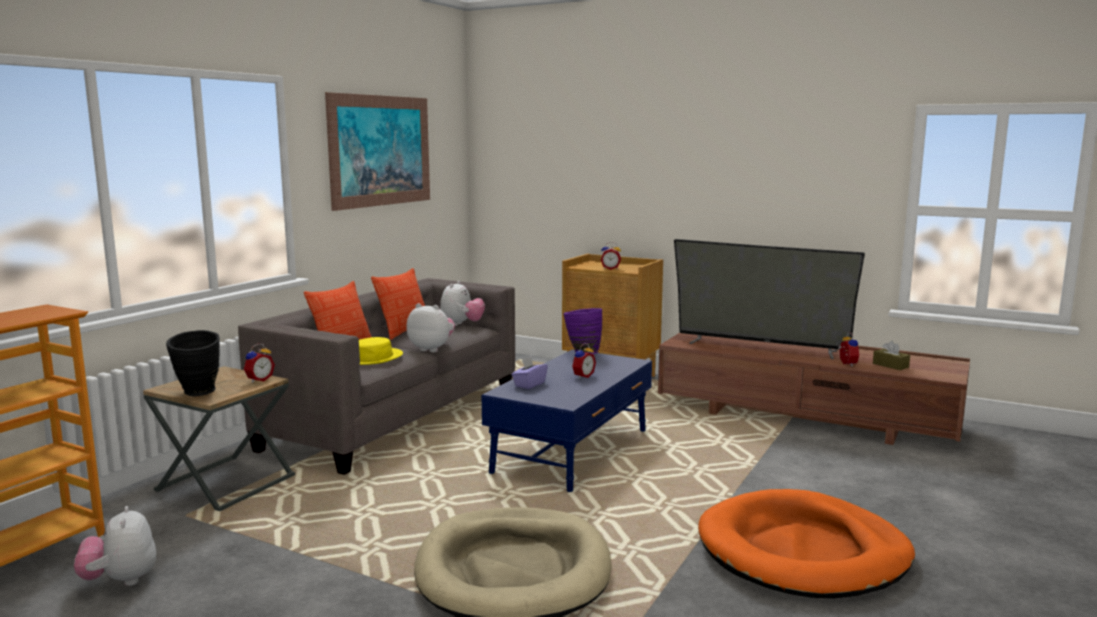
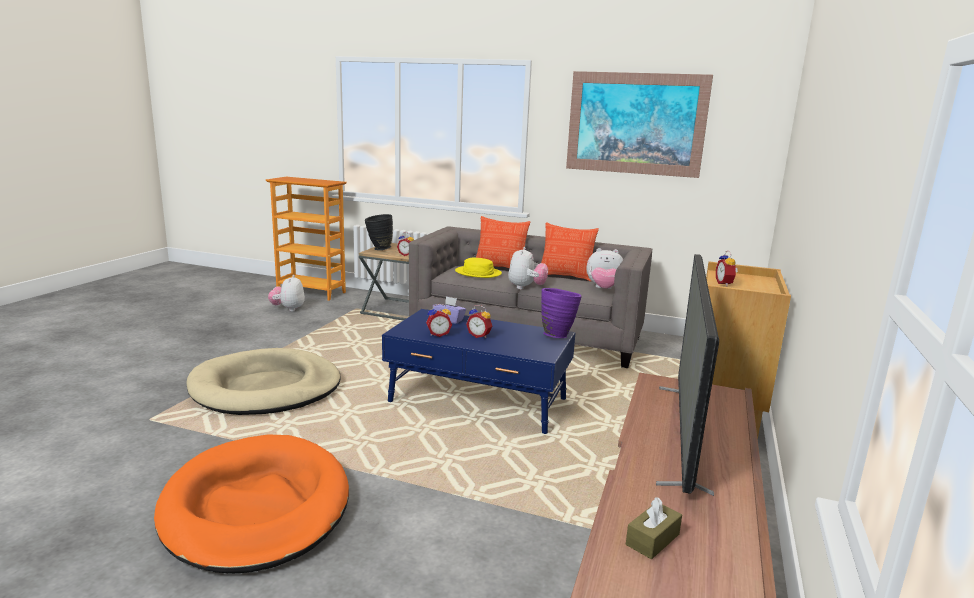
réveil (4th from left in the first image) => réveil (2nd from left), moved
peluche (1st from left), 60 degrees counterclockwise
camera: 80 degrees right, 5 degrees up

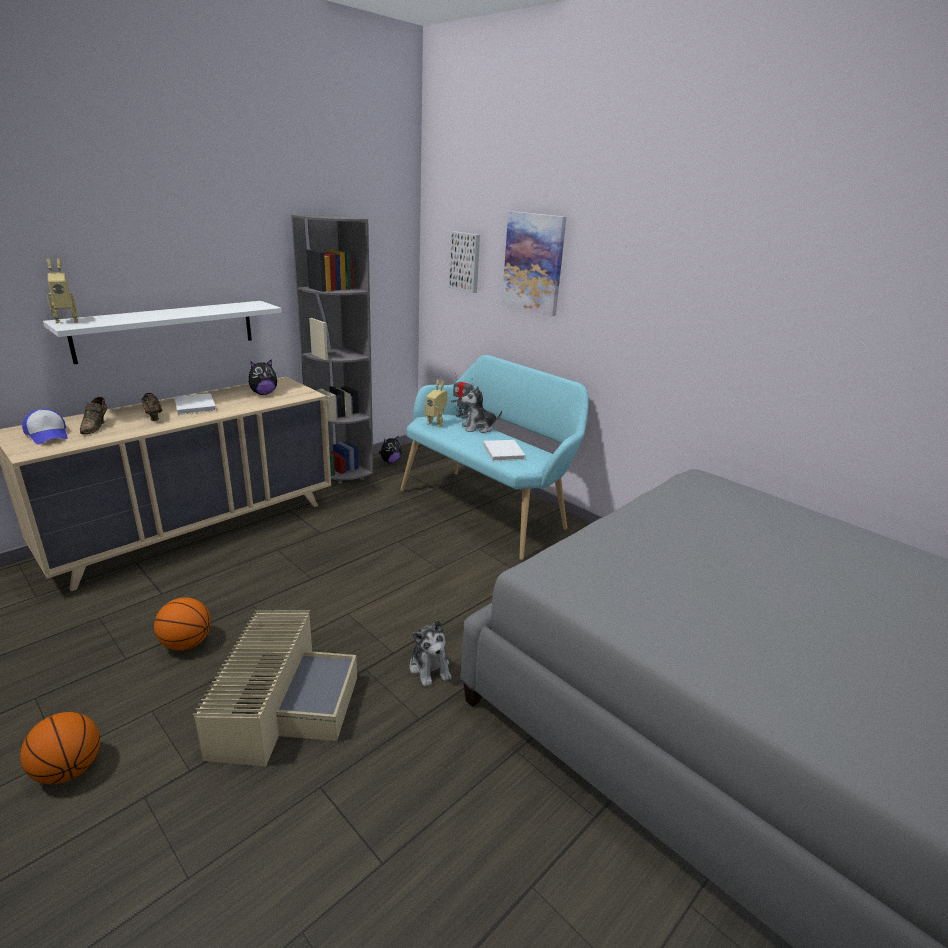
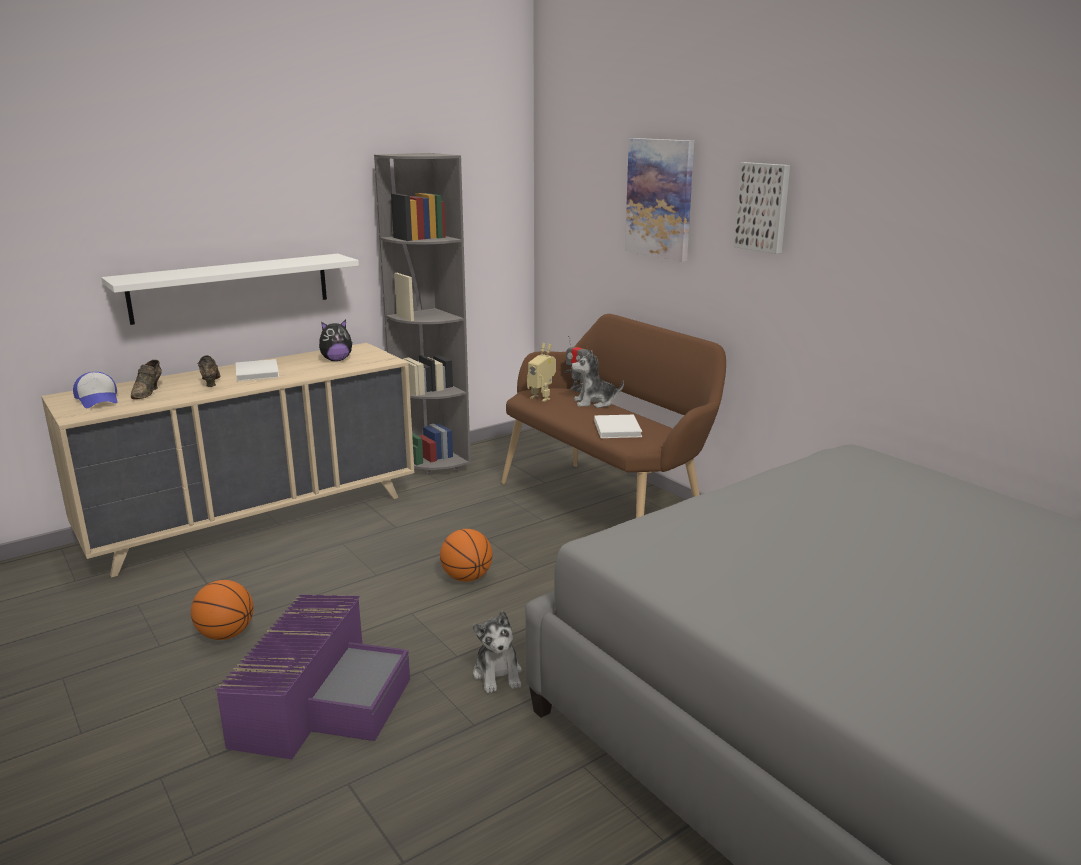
robot jouet (1st from left) => nothing
peluche (2nd from left) => nothing
ballon de basket (1st from left in the first image) => ballon de basket (2nd from left), moved
tableau (1st from left in the first image) => tableau (2nd from left), moved
boîte de rangement/beige => boîte de rangement/violet
banc/turquoise => banc/marron
camera: 10 degrees right, 5 degrees down

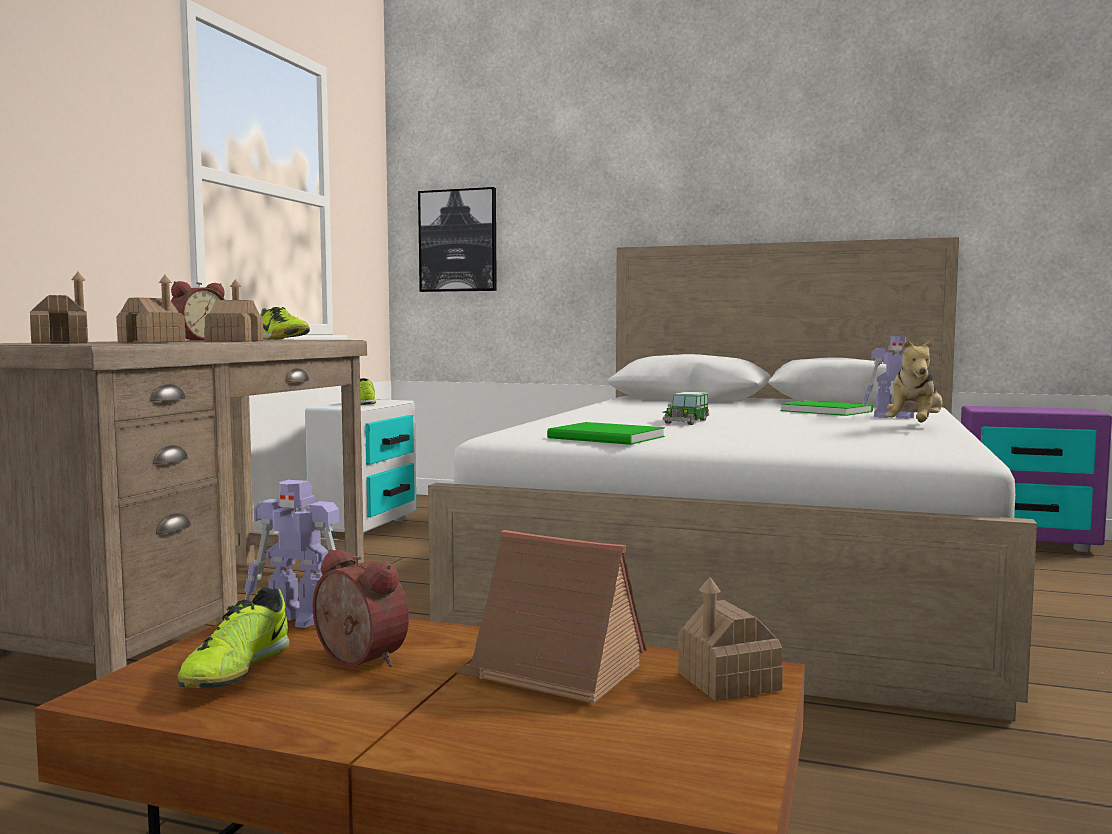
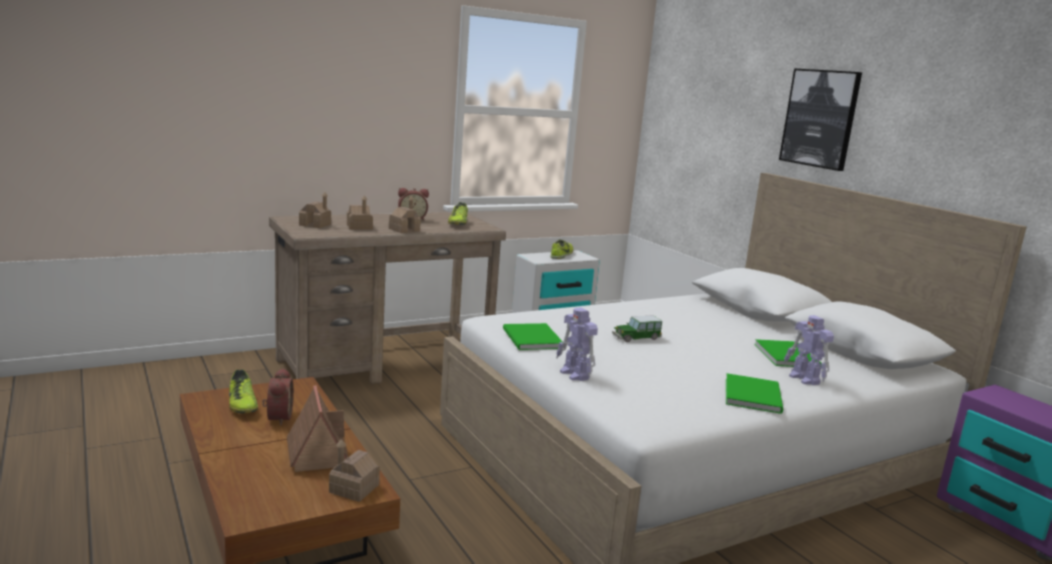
robot jouet (1st from left), moved
tableau, moved
peluche => livre/vert (2nd from left)
chaussure (1st from left), 75 degrees counterclockwise
camera: 40 degrees right, 10 degrees up

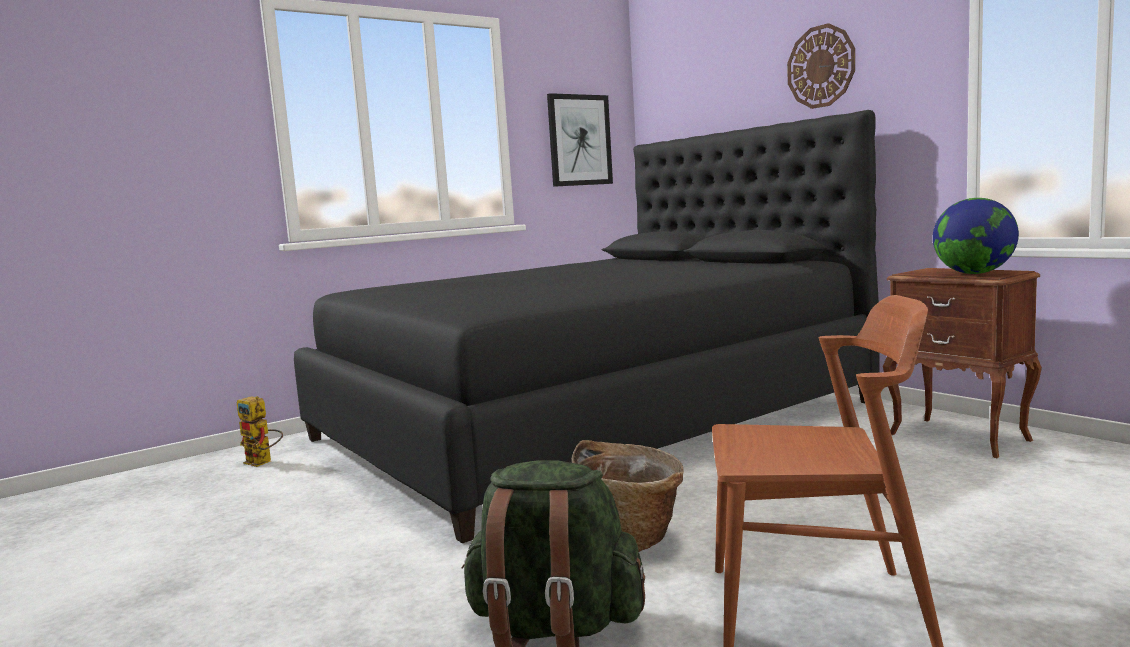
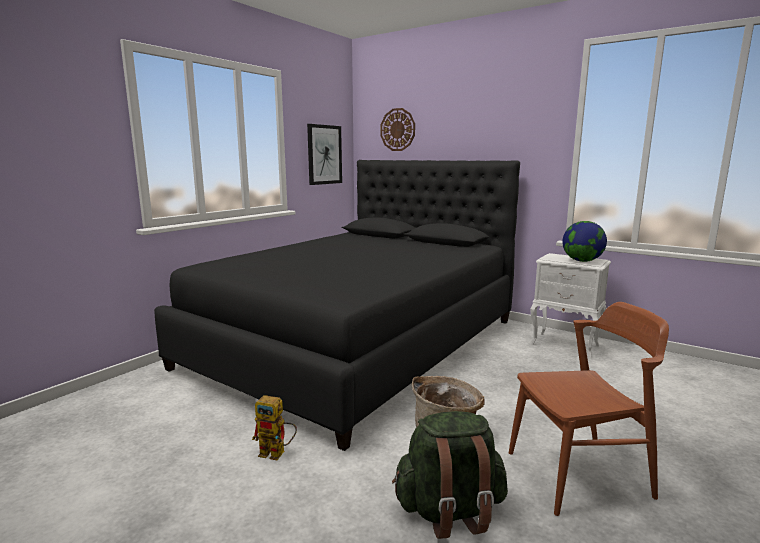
robot jouet, moved
horloge murale, moved
table de chevet/marron => table de chevet/blanc
camera: 20 degrees left, 5 degrees up

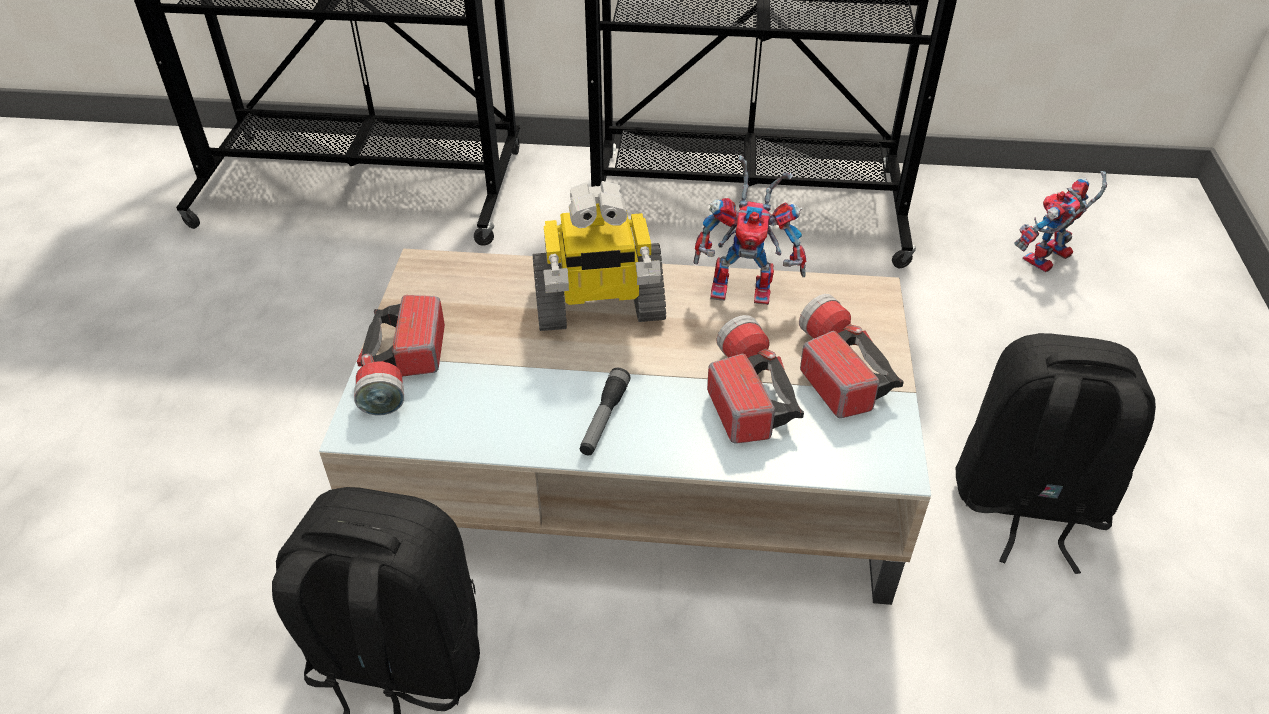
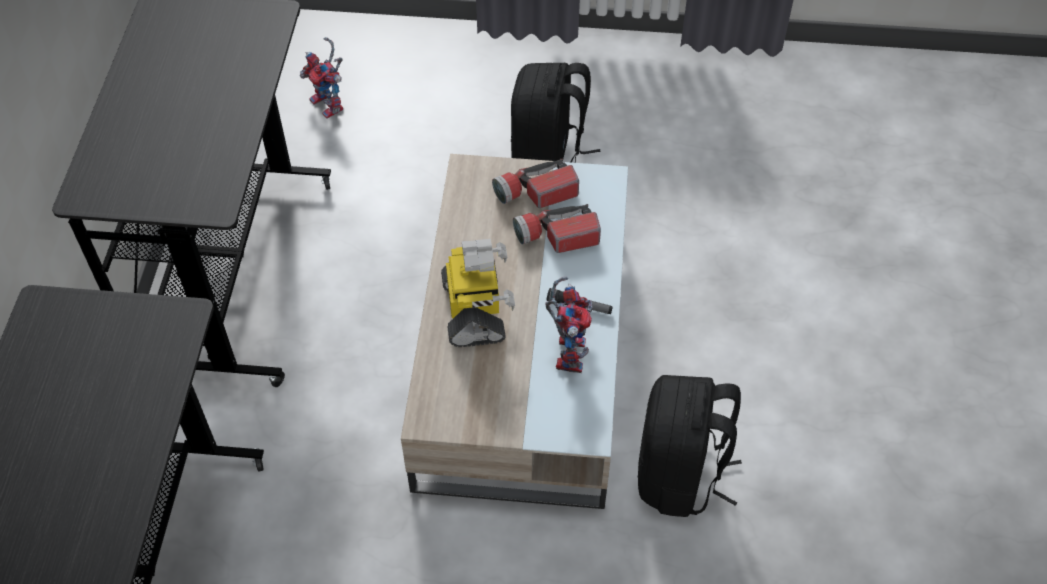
lampe de poche (1st from left) => nothing
robot jouet (2nd from left in the first image) => robot jouet (3rd from left), moved
camera: 90 degrees left, 10 degrees up

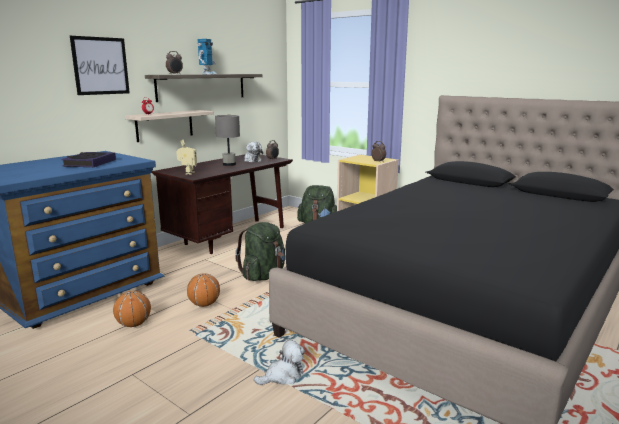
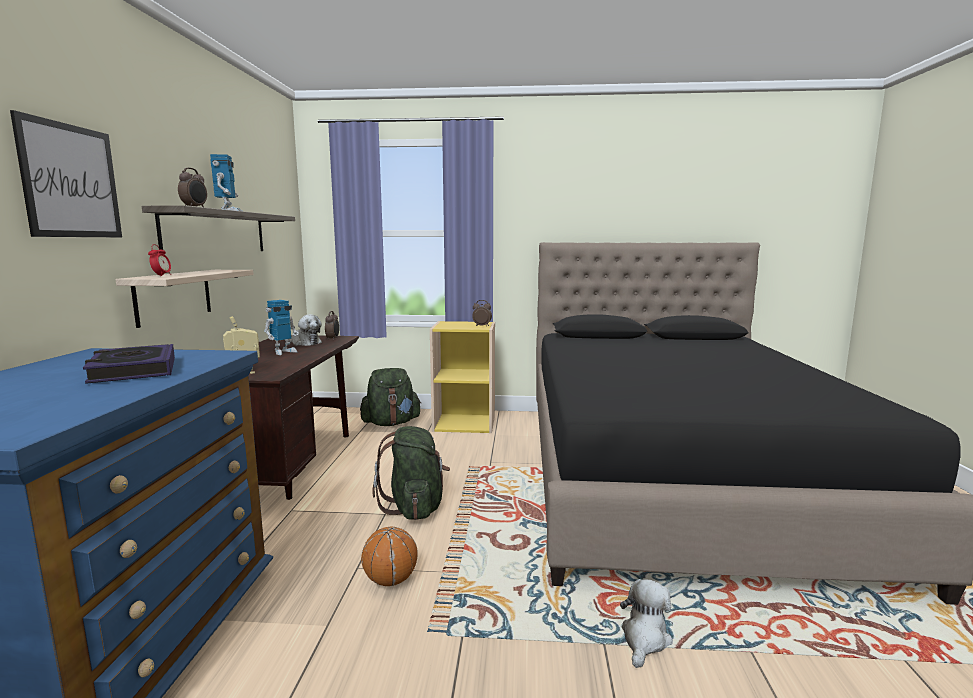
ballon de basket (1st from left) => nothing
lampe de table/gris => robot jouet (3rd from left)
camera: 35 degrees left, 5 degrees down

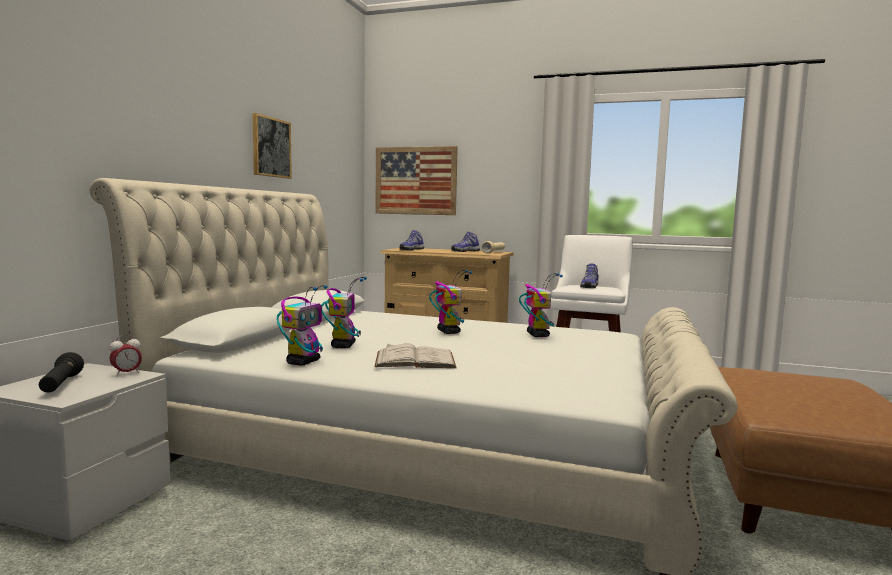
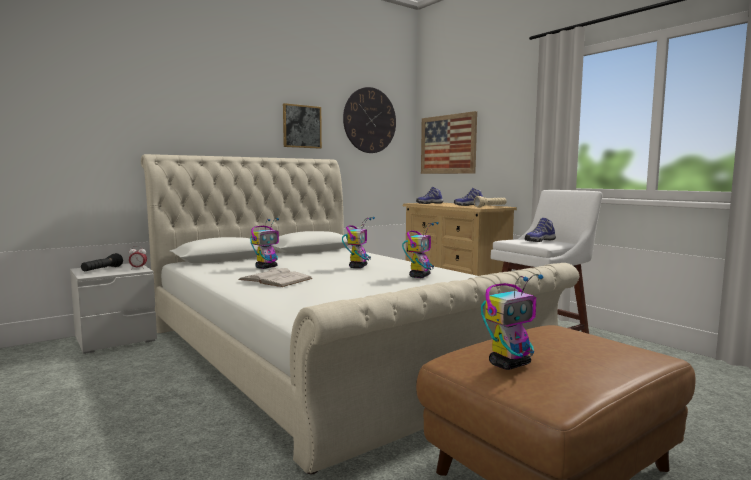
nothing => horloge murale
robot jouet (1st from left in the first image) => robot jouet (4th from left), moved
camera: 35 degrees right, 0 degrees up

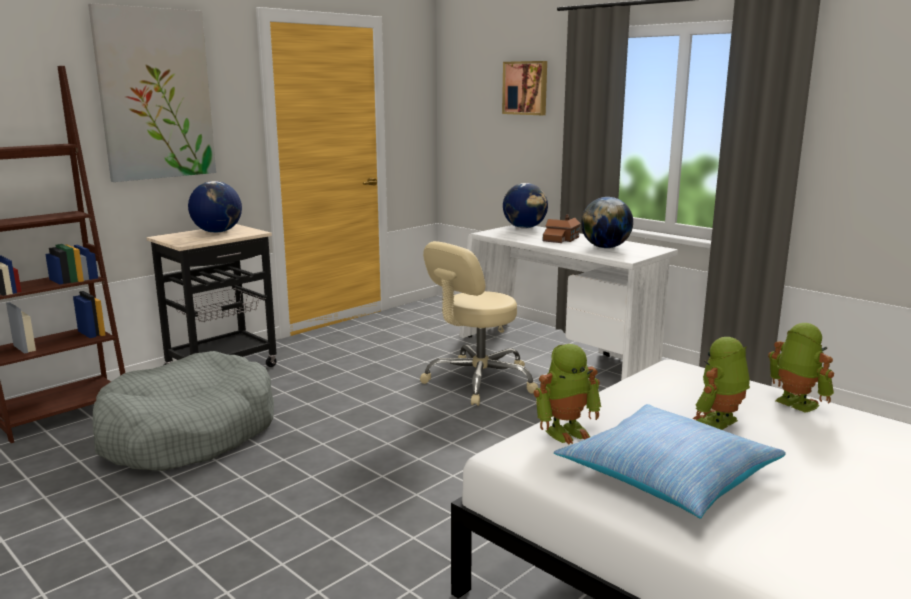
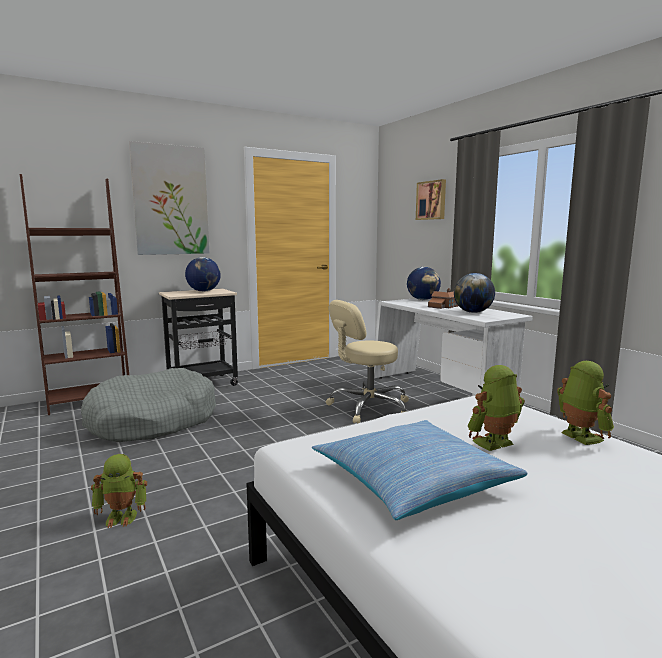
robot jouet (1st from left), moved
camera: 15 degrees right, 5 degrees down

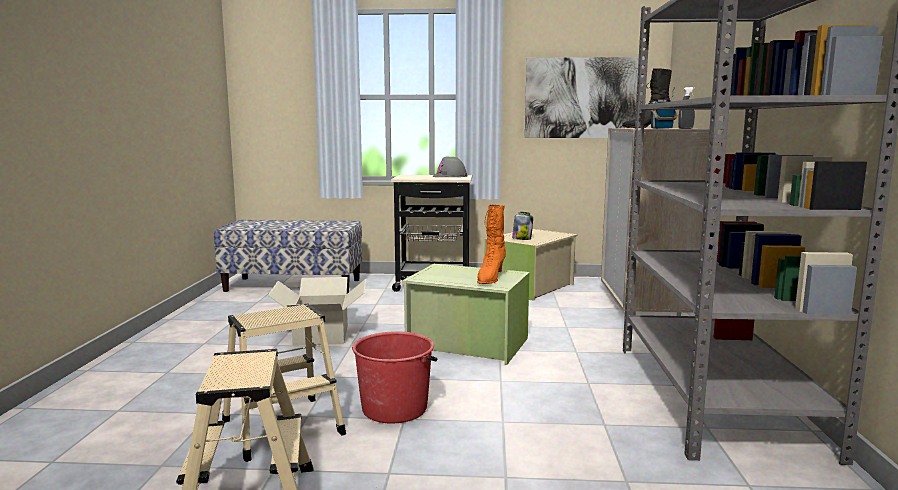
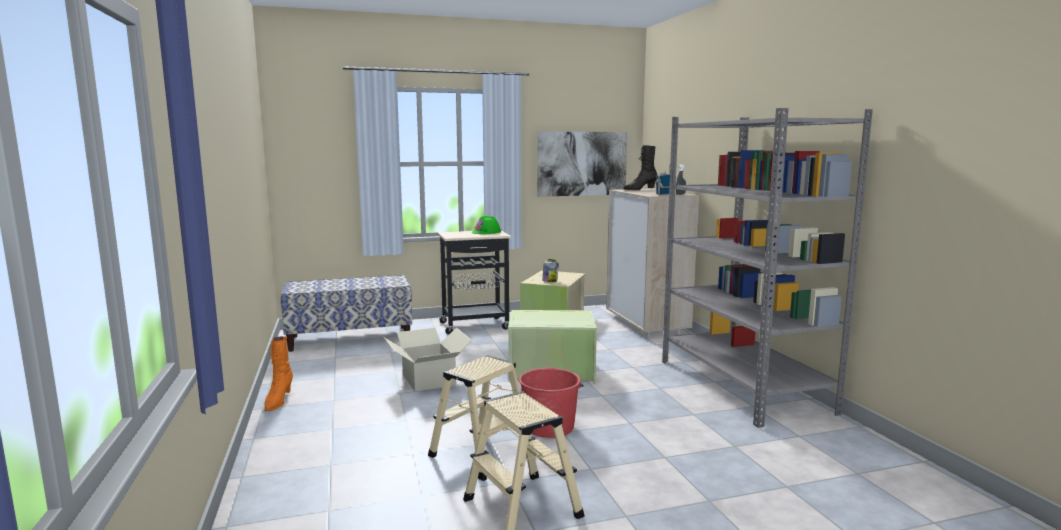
botte/orange, moved
casque de chantier/gris => casque de chantier/vert
camera: 20 degrees left, 0 degrees up

